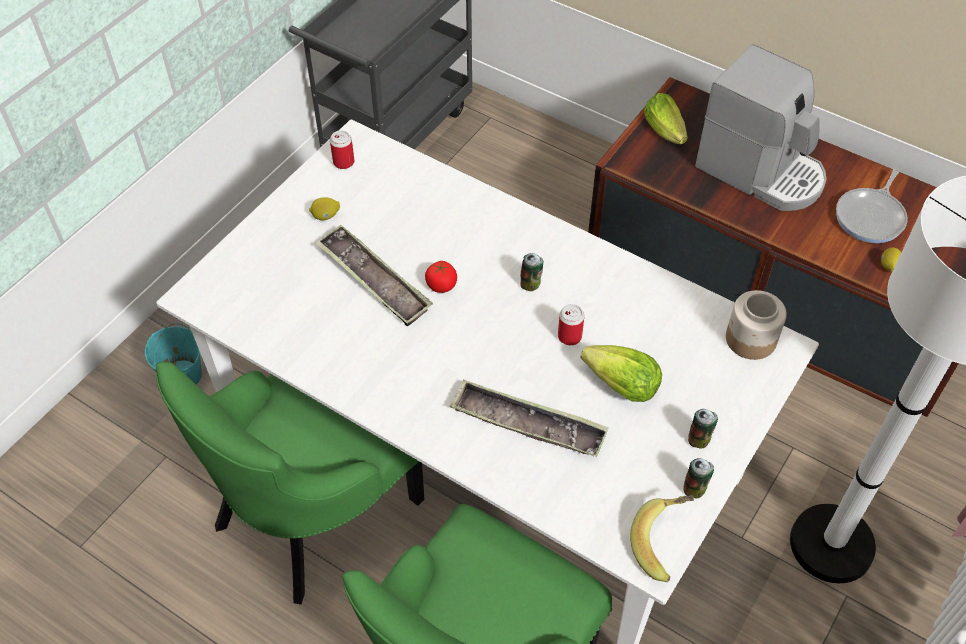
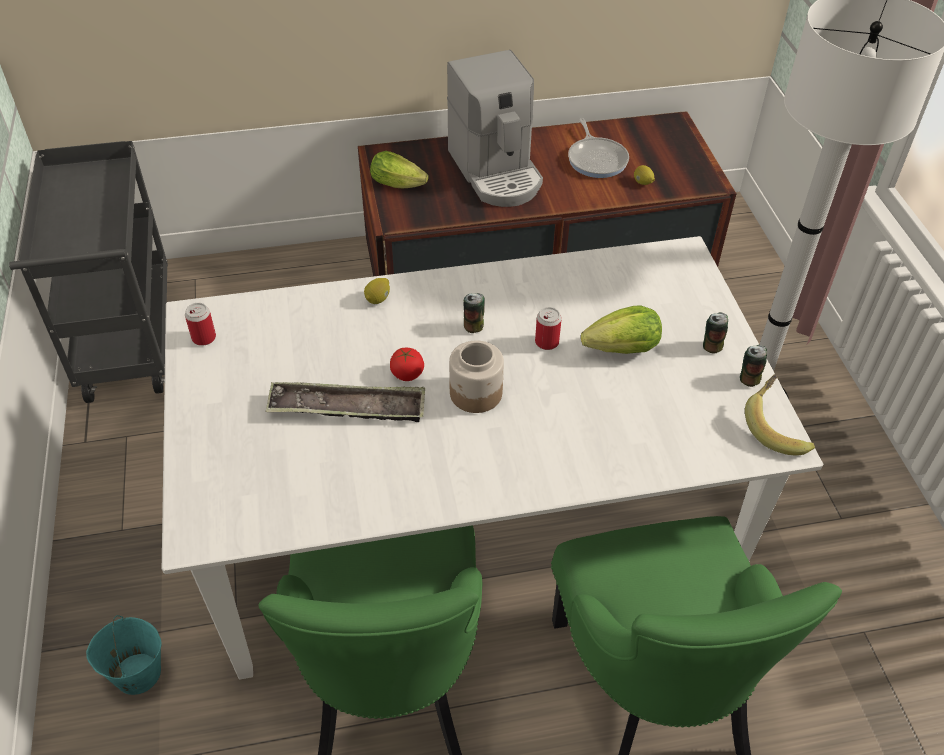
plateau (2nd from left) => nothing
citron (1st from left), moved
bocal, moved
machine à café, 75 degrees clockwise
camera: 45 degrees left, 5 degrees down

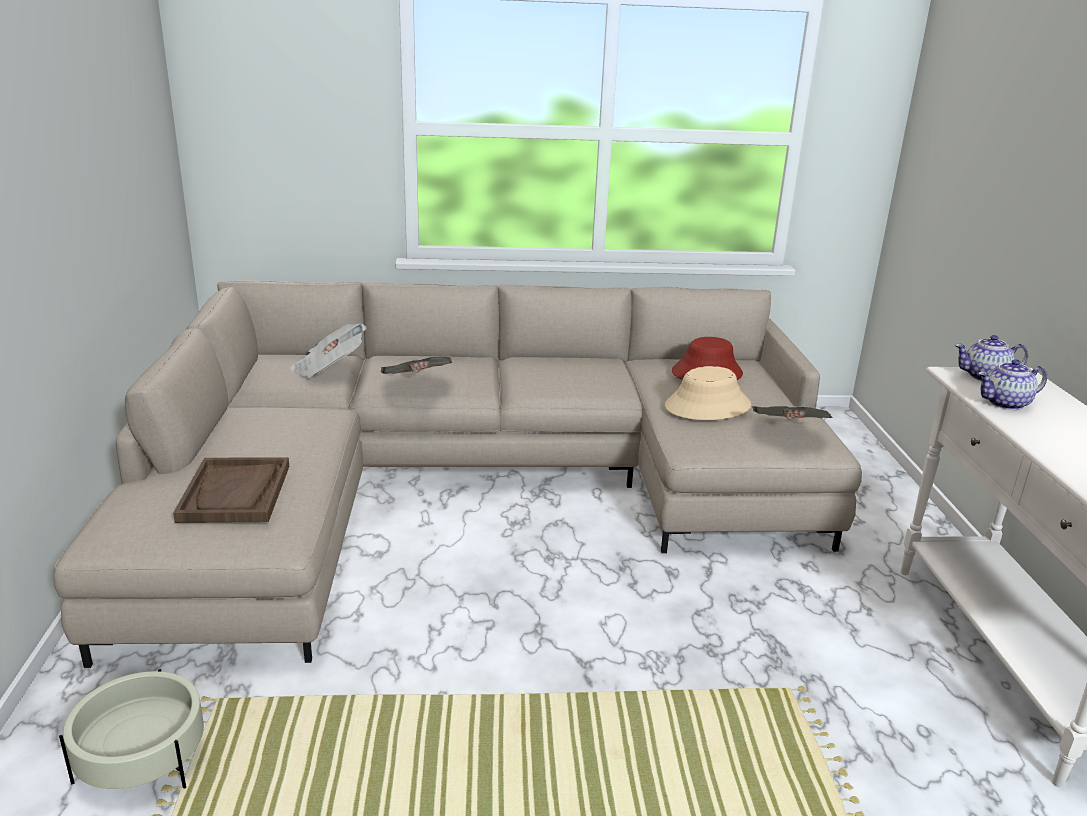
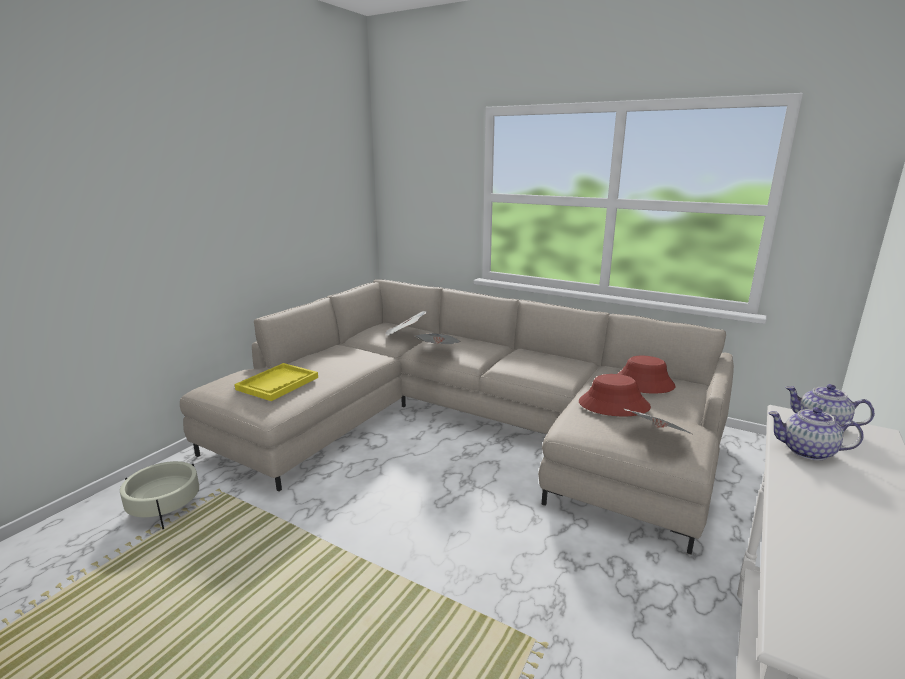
plateau/marron => plateau/jaune
chapeau/beige => chapeau/rouge (1st from left)
camera: 35 degrees right, 5 degrees down

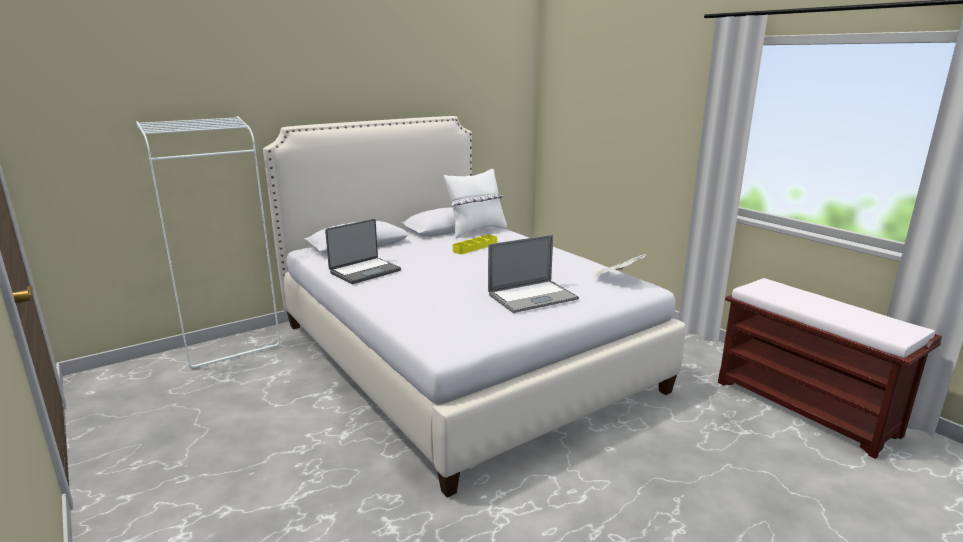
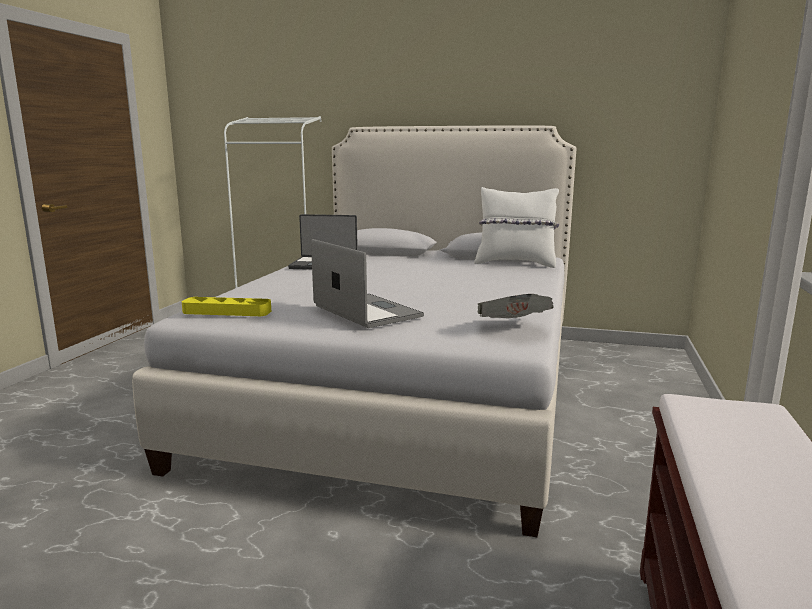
plateau/jaune, moved
ordinateur portable (2nd from left), 150 degrees counterclockwise
camera: 50 degrees right, 5 degrees down

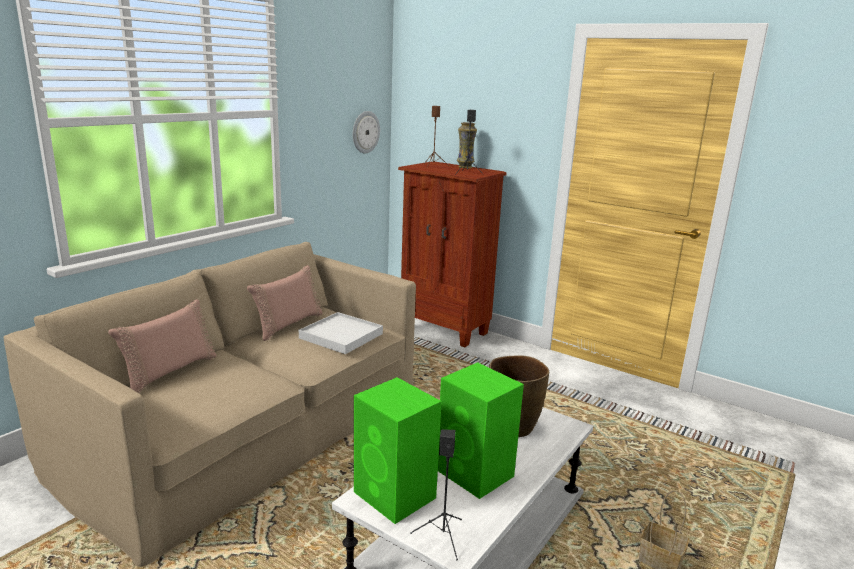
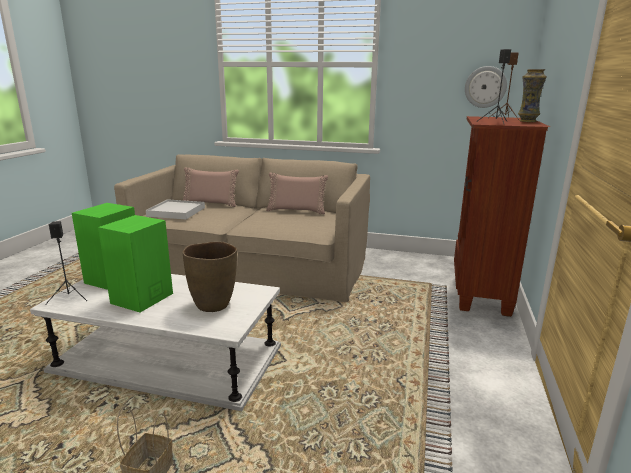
plateau/blanc, moved
camera: 70 degrees right, 0 degrees up

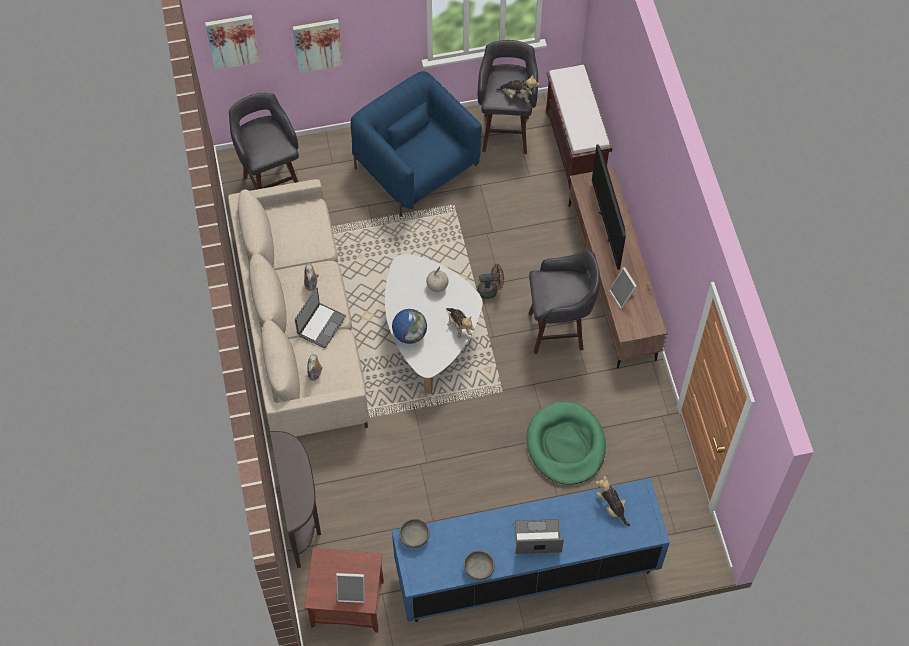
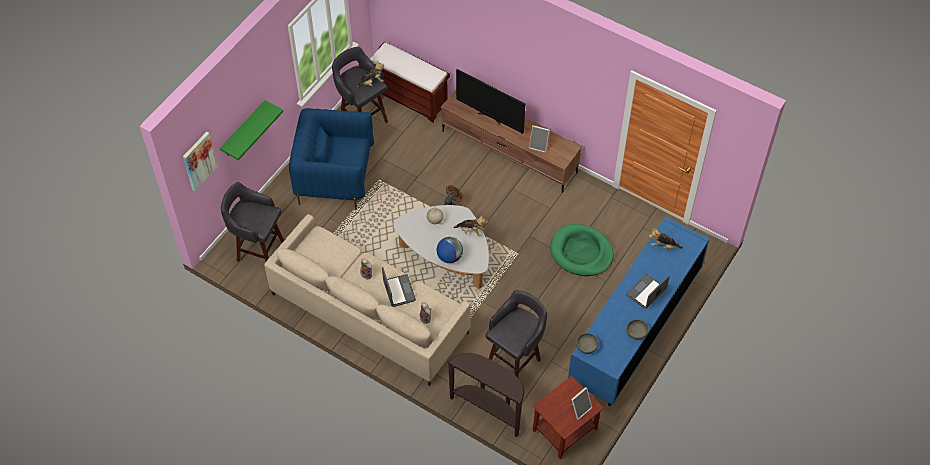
tabouret/gris (3rd from left), moved
tableau (2nd from left) => étagère/vert
camera: 45 degrees left, 5 degrees down

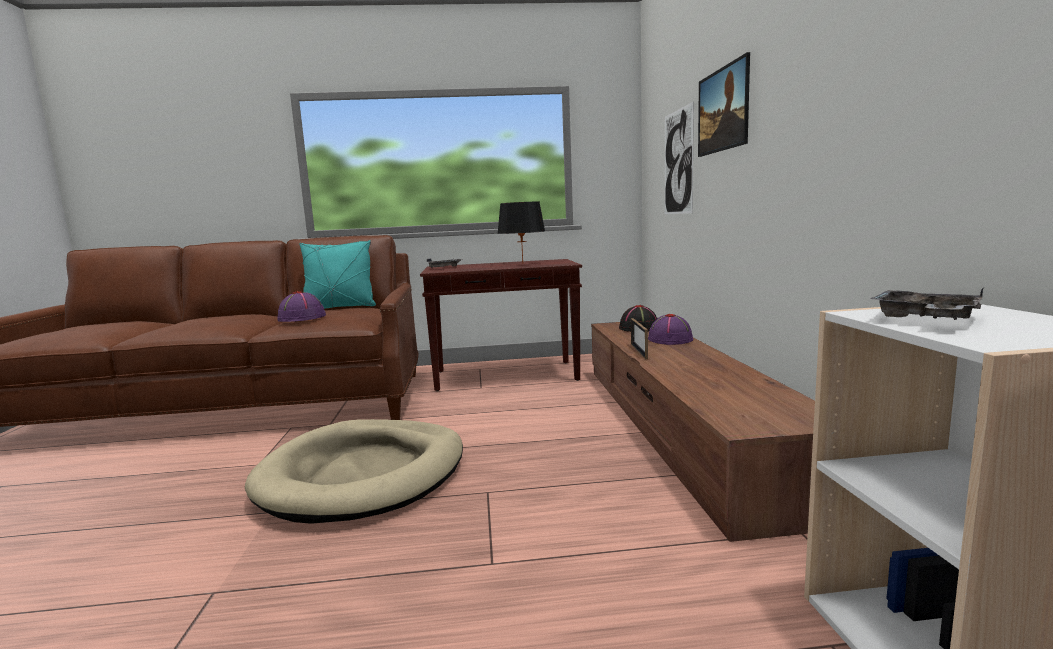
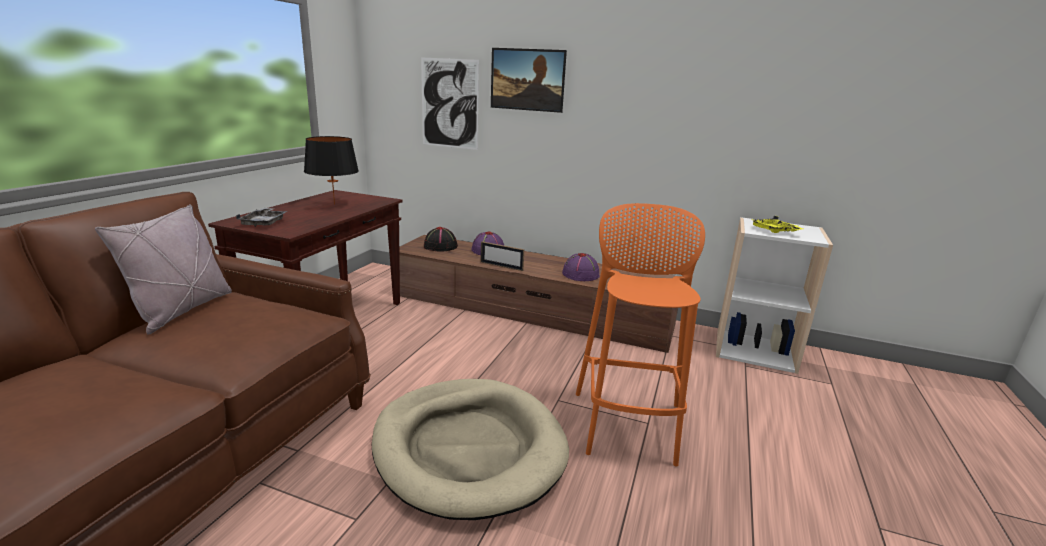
nothing => tabouret/orange
chapeau/violet (1st from left in the first image) => chapeau/violet (2nd from left), moved
coussin/turquoise => coussin/violet
plateau/gris (2nd from left) => plateau/jaune
camera: 65 degrees left, 10 degrees up

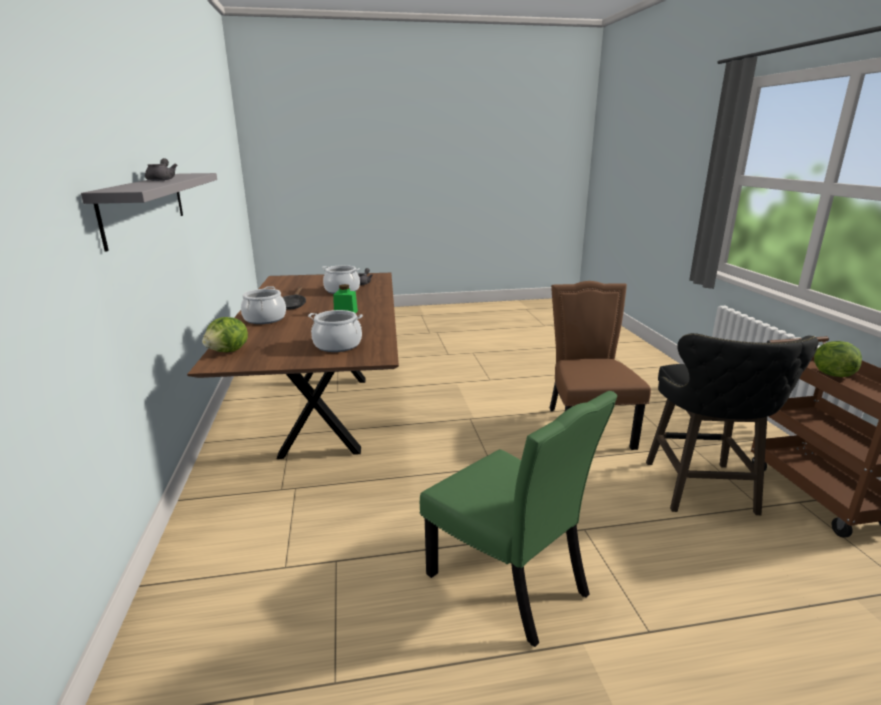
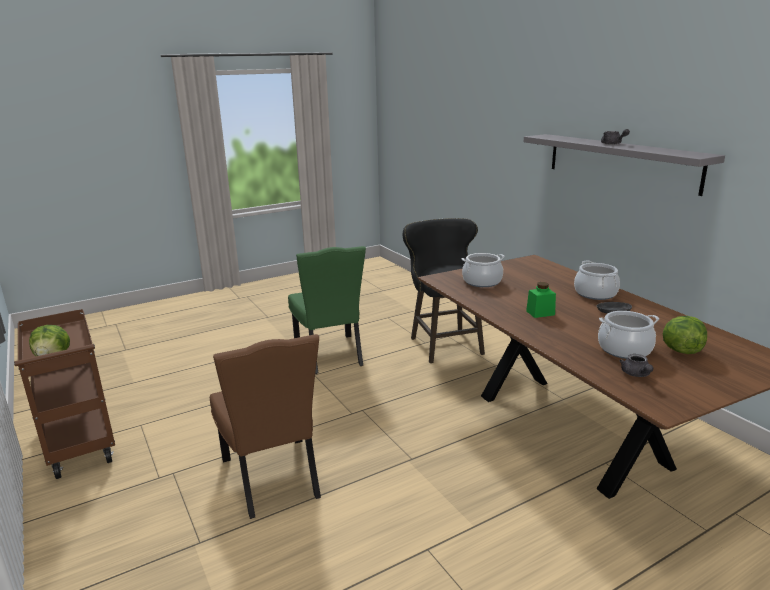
laitue (1st from left in the first image) => laitue (2nd from left), moved
tabouret/noir, moved
chaise/vert, 135 degrees counterclockwise
camera: 160 degrees right, 0 degrees up

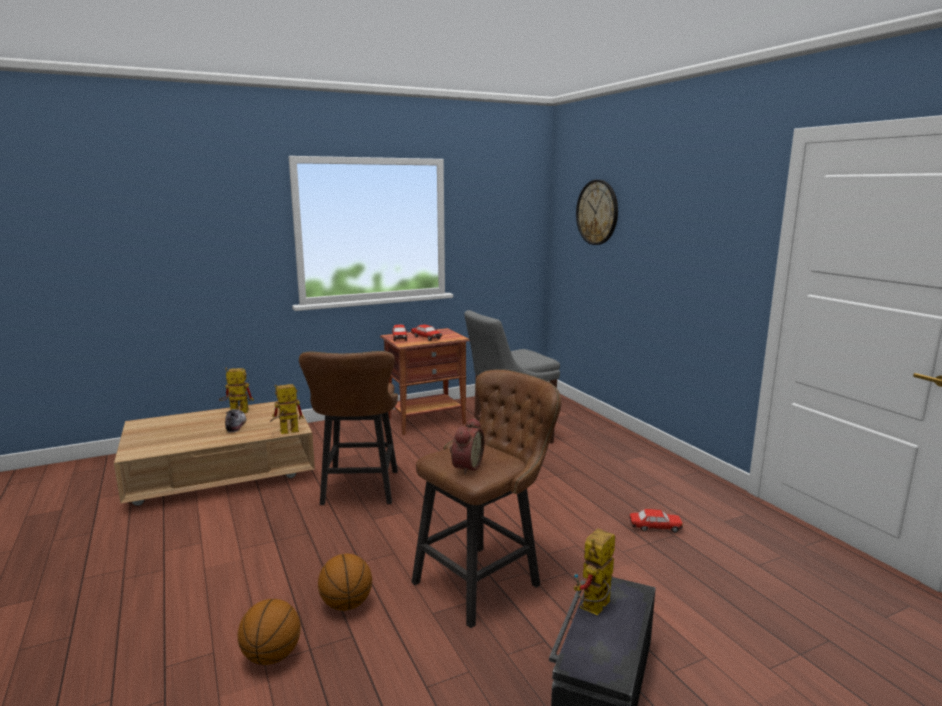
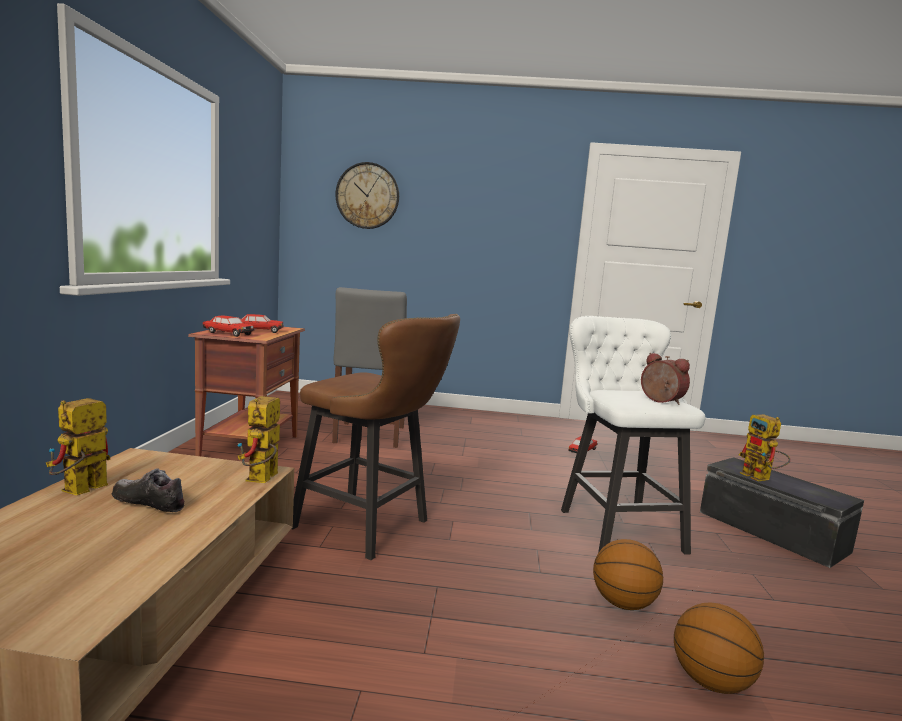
tabouret/marron (2nd from left) => tabouret/blanc
camera: 60 degrees left, 5 degrees down

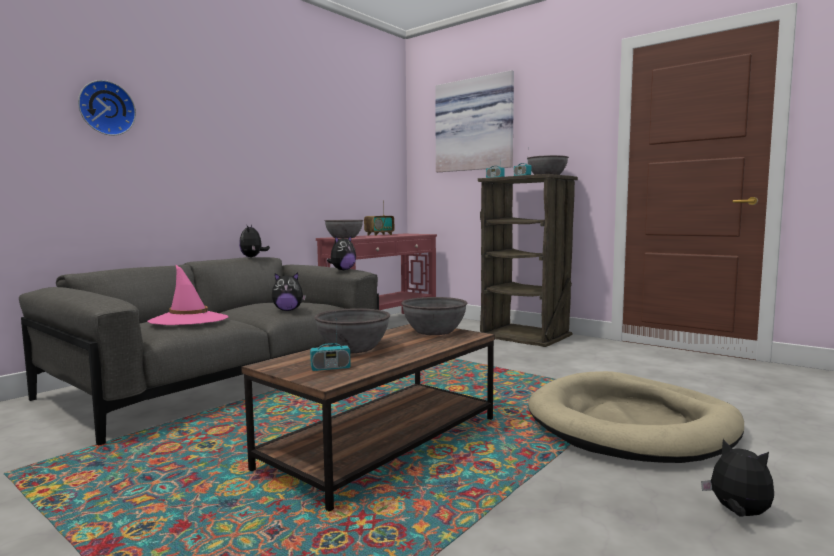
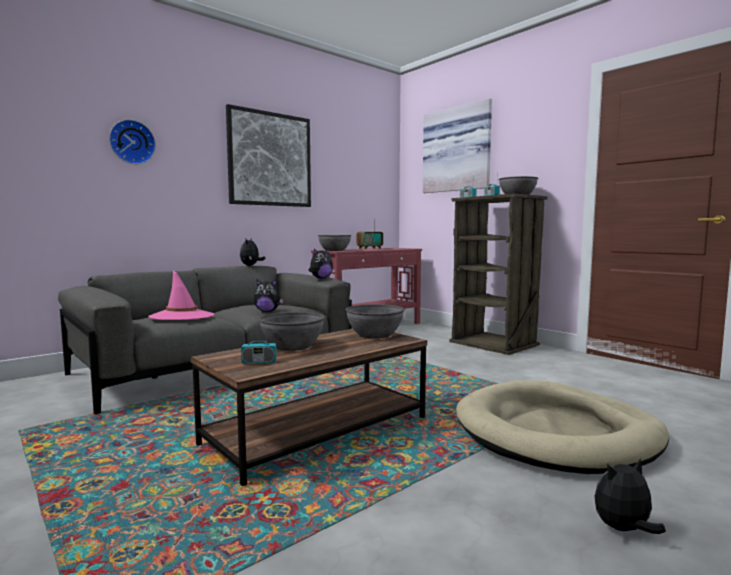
nothing => tableau (1st from left)
peluche (4th from left), 75 degrees counterclockwise
camera: 10 degrees right, 0 degrees up

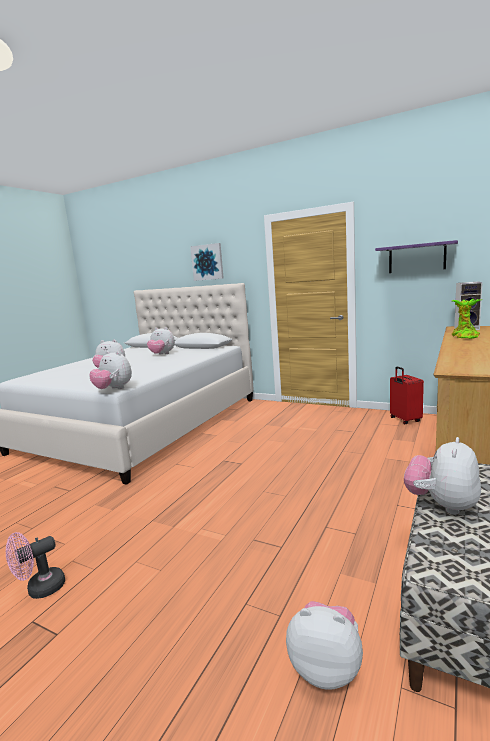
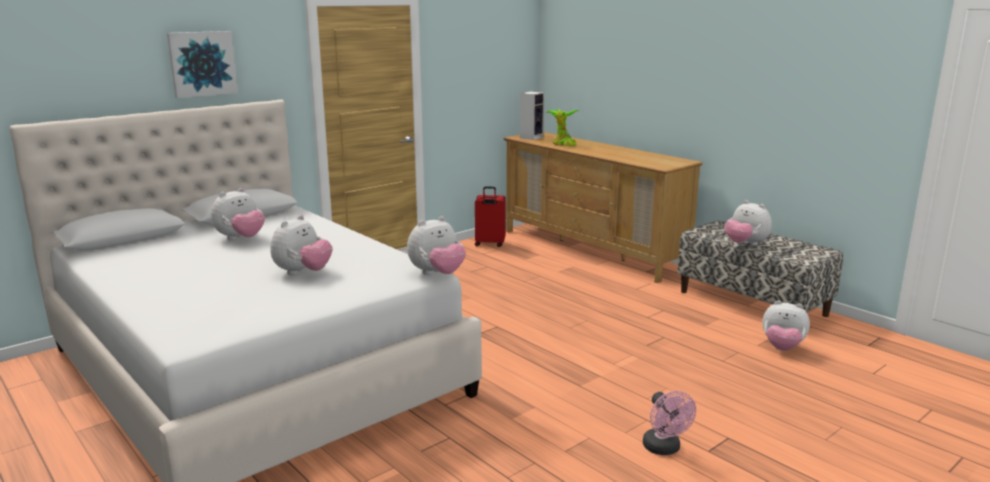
étagère/violet => nothing
peluche (4th from left in the first image) => peluche (5th from left), 105 degrees counterclockwise
camera: 70 degrees left, 5 degrees up

